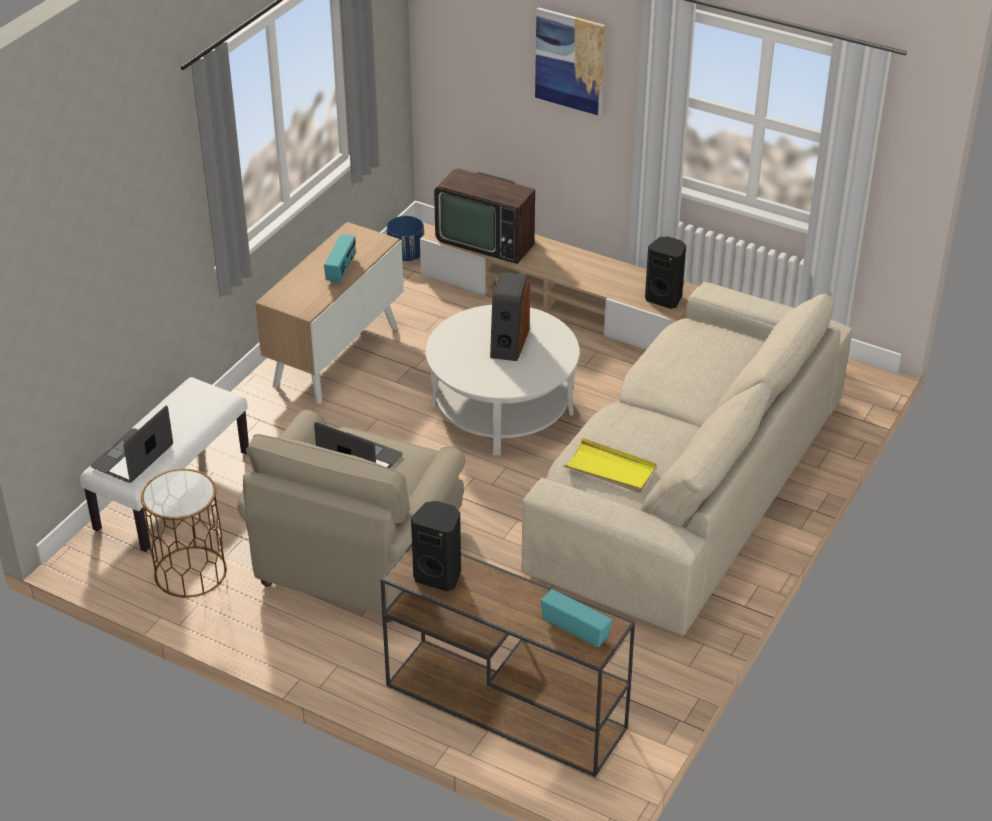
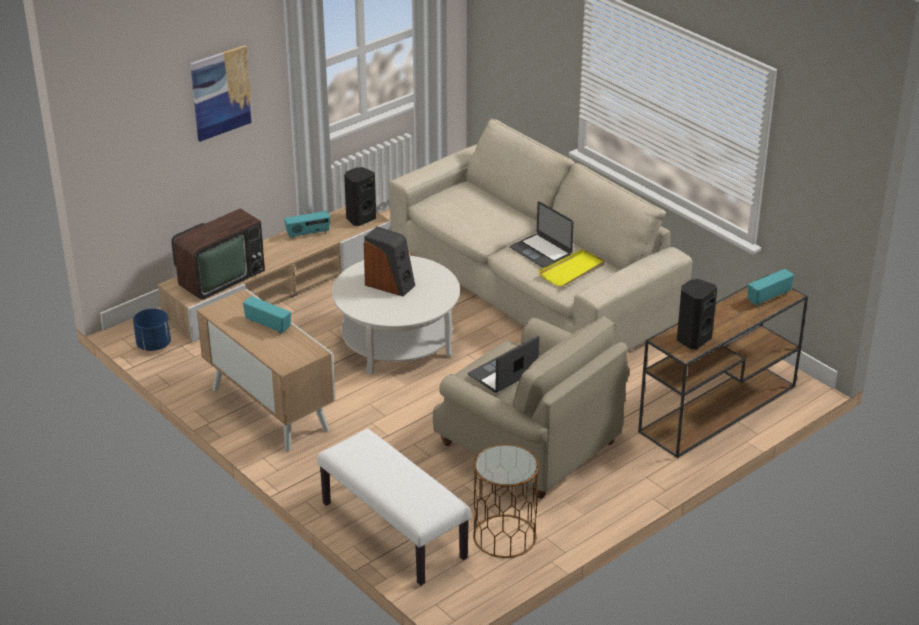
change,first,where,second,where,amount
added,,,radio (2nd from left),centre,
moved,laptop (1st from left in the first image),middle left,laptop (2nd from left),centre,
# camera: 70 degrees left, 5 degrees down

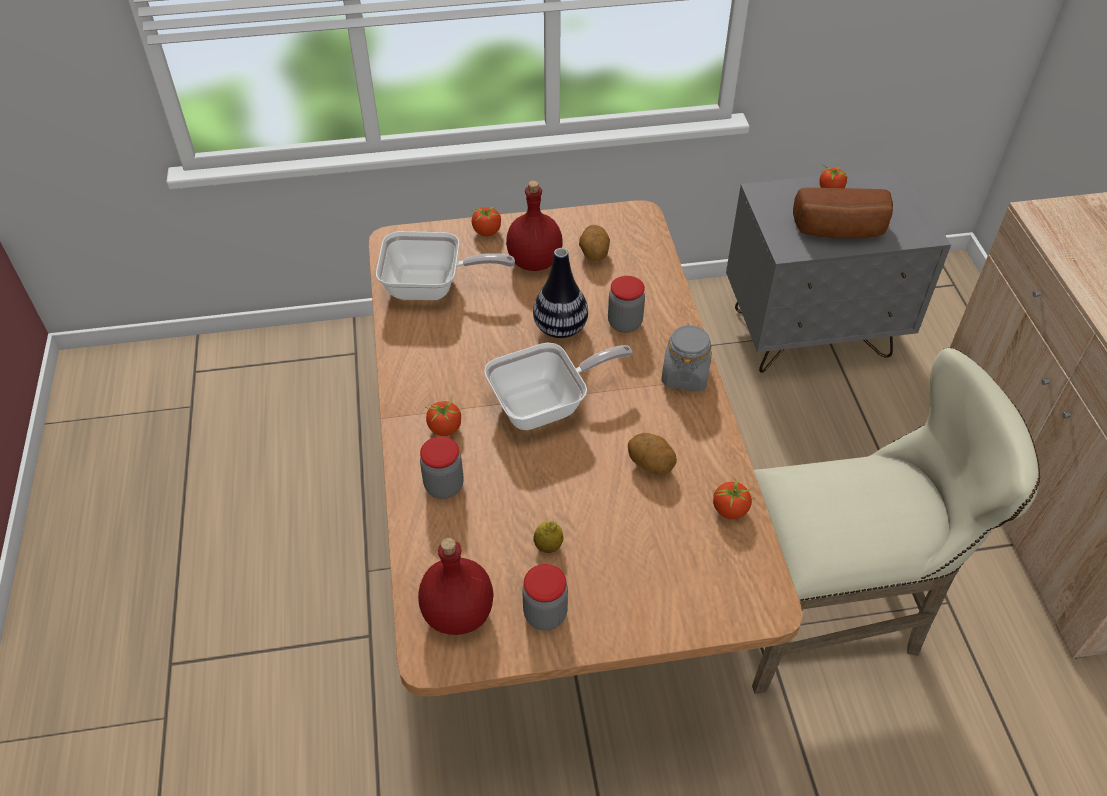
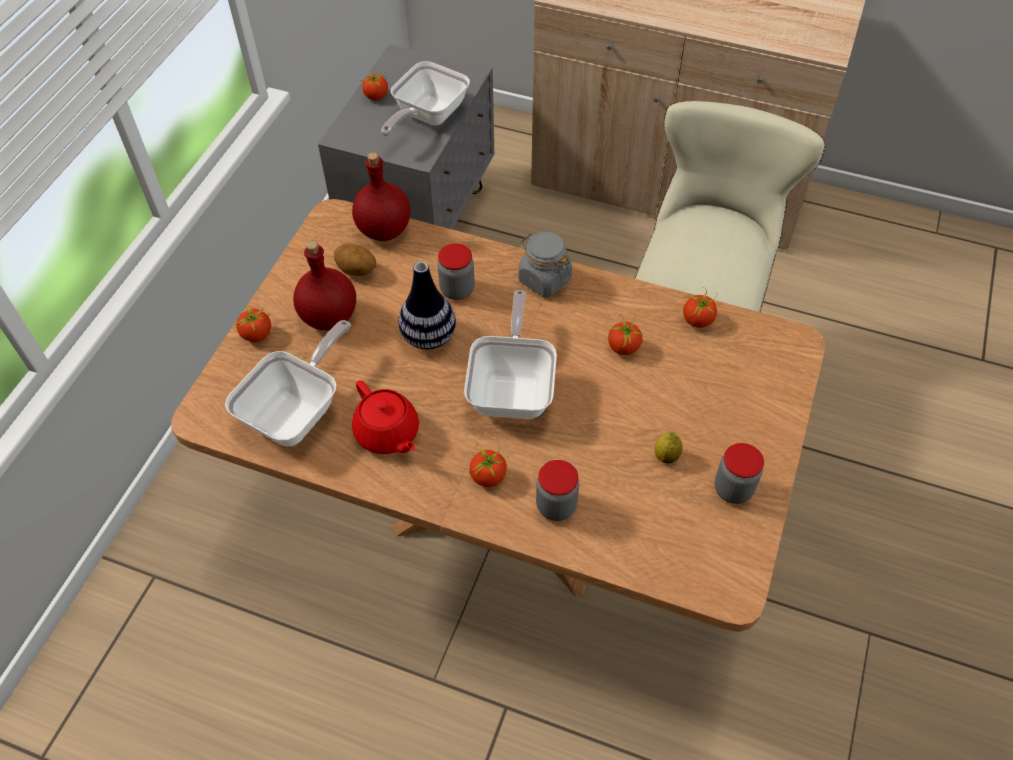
change,first,where,second,where,amount
added,,,red teapot,centre,
moved,red bottle (1st from left in the first image),bottom centre,red bottle (2nd from left),top centre,
replaced,potato (2nd from left),centre,tomato (4th from left),centre,
replaced,bread,top right,frying pan (2nd from left),top centre,
# camera: 60 degrees left, 5 degrees up

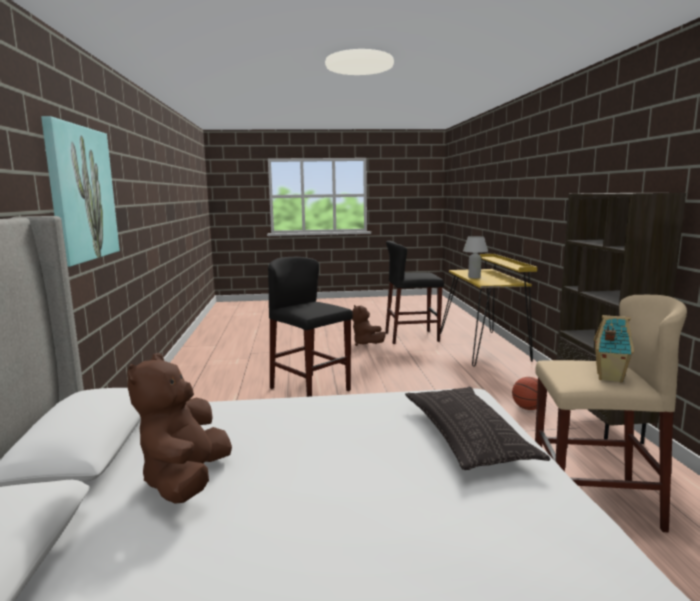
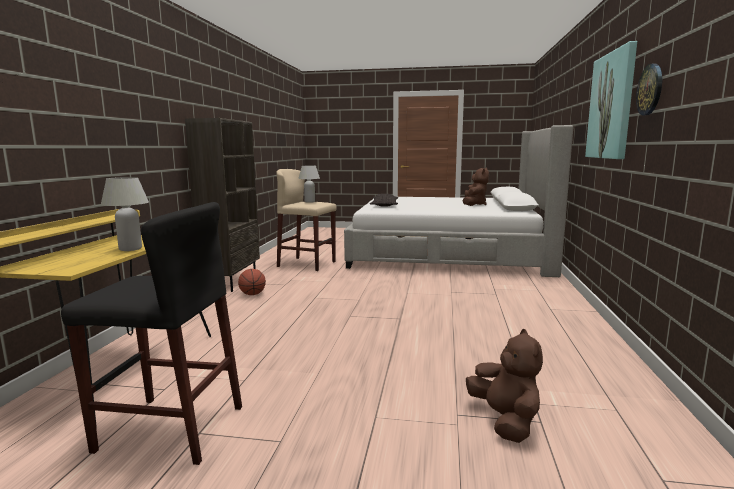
change,first,where,second,where,amount
removed,black stool (1st from left),centre,,,
added,,,wall clock,top right,
moved,brown plush toy (2nd from left),centre,,bottom right,
replaced,toy house,middle right,white table lamp (2nd from left),centre,
# camera: 165 degrees left, 0 degrees up

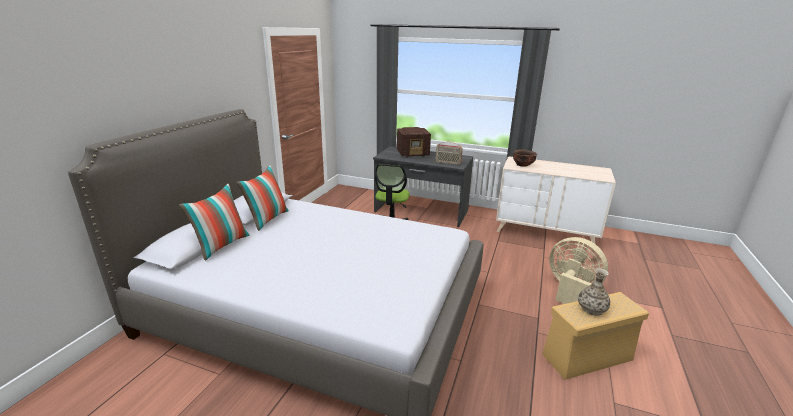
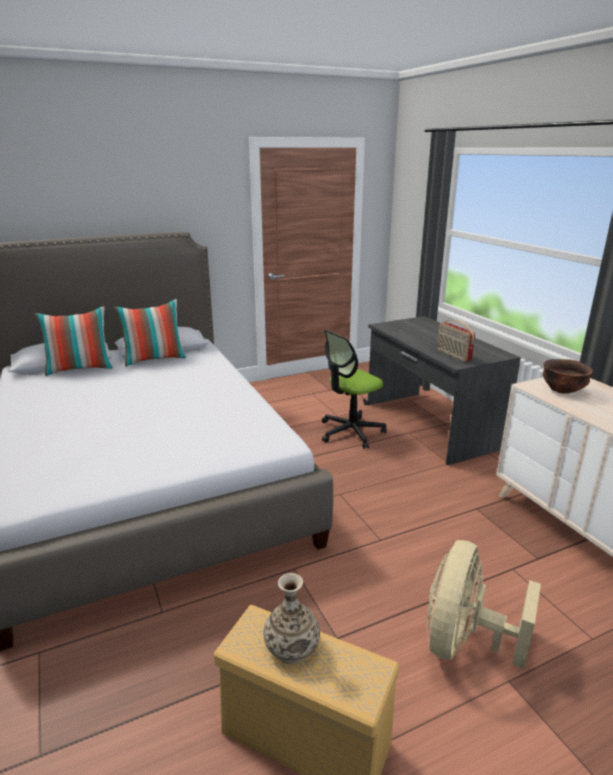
change,first,where,second,where,amount
removed,radio (1st from left),centre,,,
turned,beige fan,middle right,,bottom right,150 degrees counterclockwise
# camera: 45 degrees right, 0 degrees up

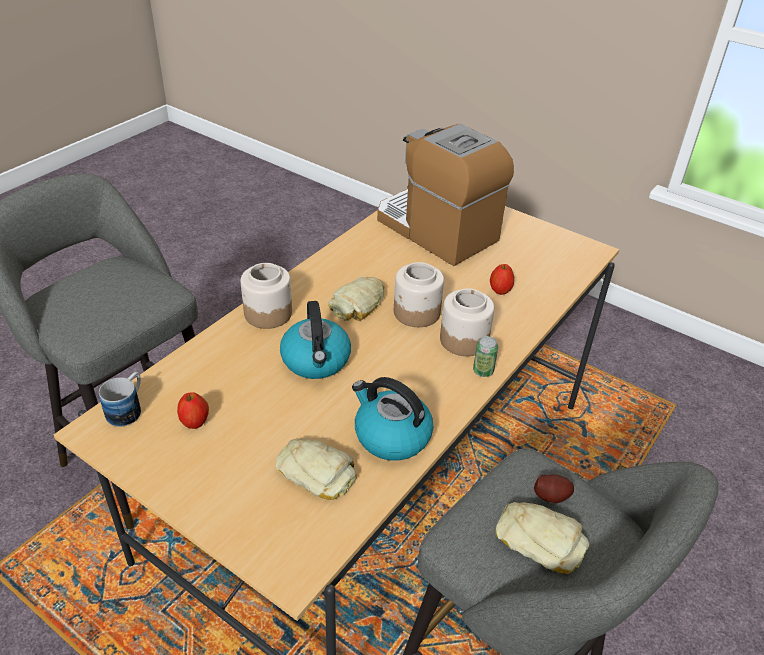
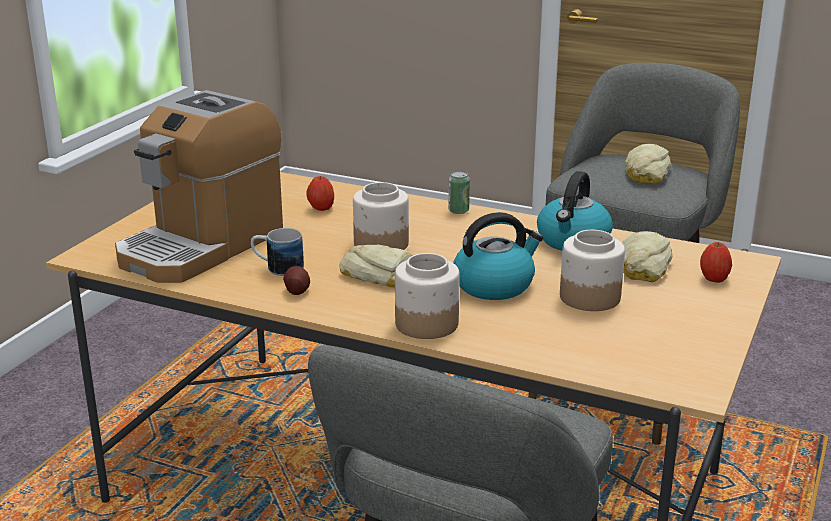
change,first,where,second,where,amount
moved,mug,middle left,,centre,
moved,apple (1st from left in the first image),middle left,apple (2nd from left),middle right,
moved,jar (3rd from left),centre,,middle right,
moved,potato,bottom right,,centre,
# camera: 100 degrees left, 15 degrees down

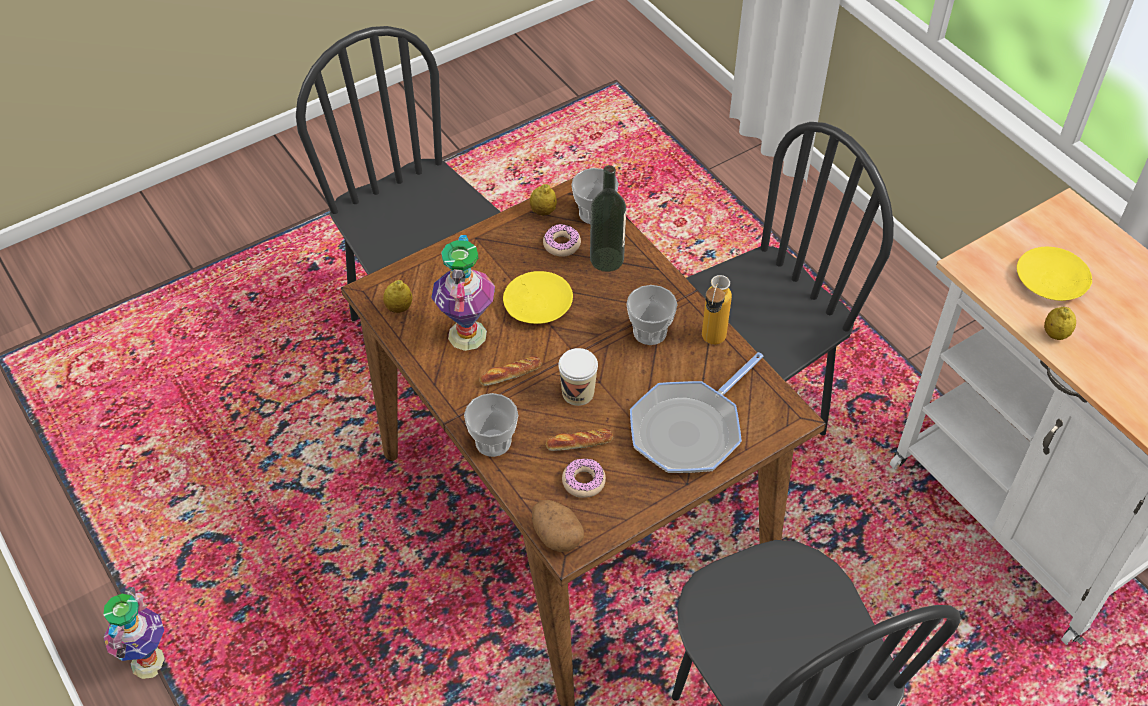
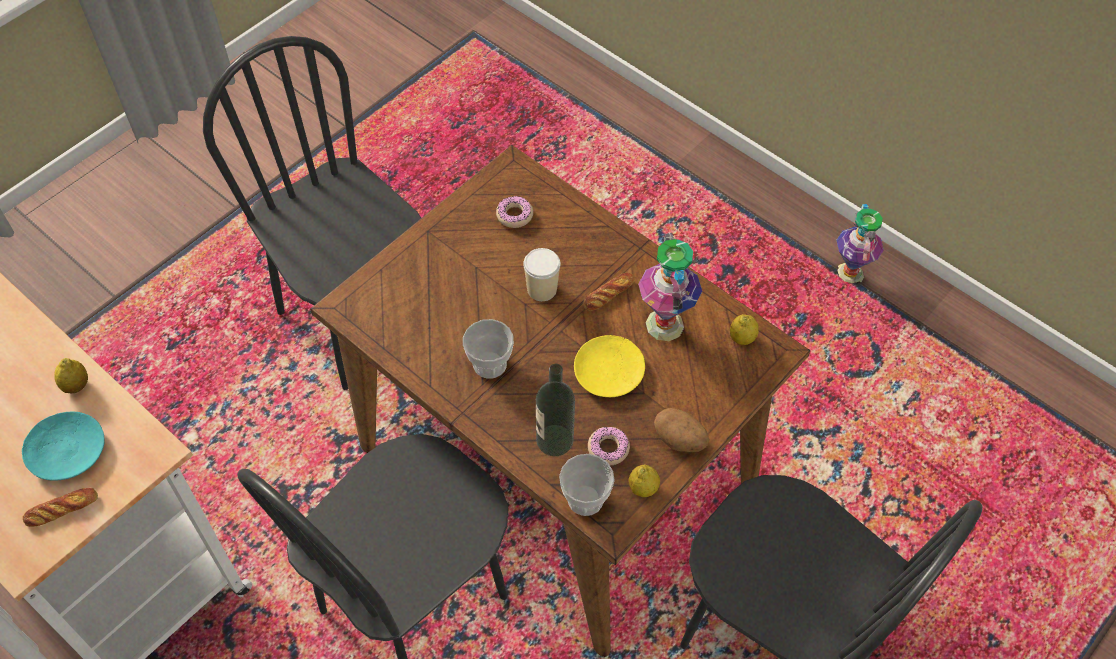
change,first,where,second,where,amount
removed,cup (1st from left),centre,,,
removed,frying pan,centre,,,
removed,bottle (2nd from left),centre,,,
moved,potato,bottom centre,,centre,
moved,bread (2nd from left in the first image),centre,bread (1st from left),bottom left,
recoloured,yellow plate (2nd from left),middle right,turquoise plate,bottom left,
# camera: 165 degrees right, 5 degrees up

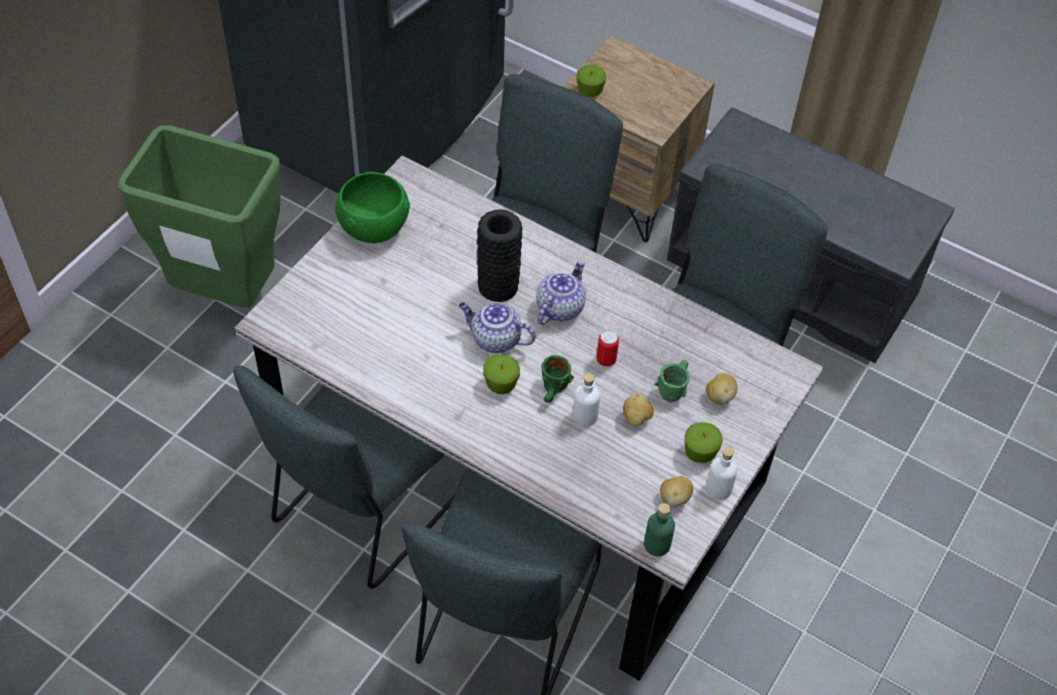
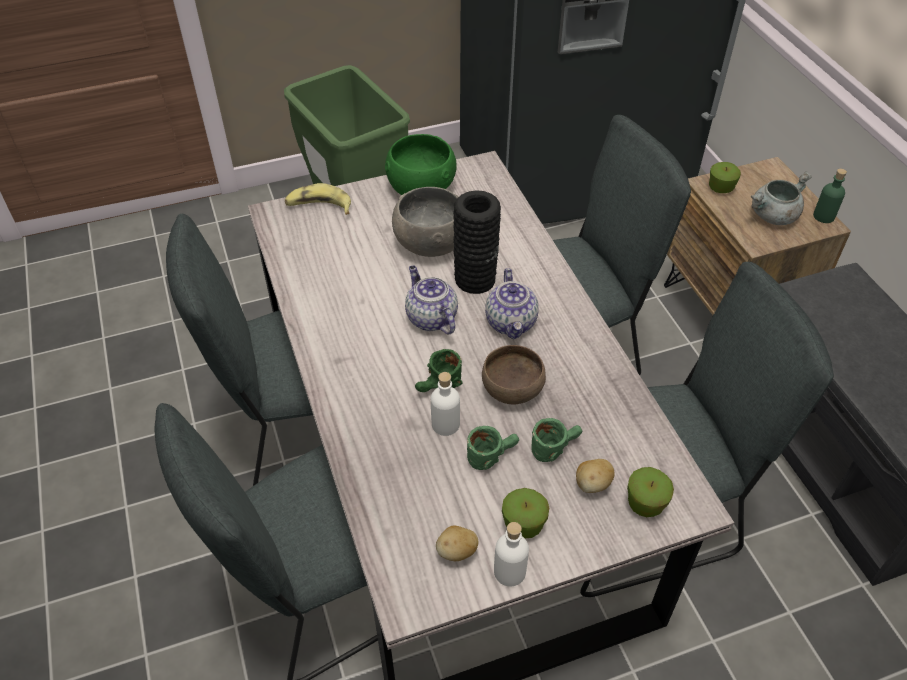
change,first,where,second,where,amount
added,,,banana,top centre,
added,,,grey bowl,top centre,
added,,,grey cooking pot,top right,
moved,apple (1st from left in the first image),centre,apple (2nd from left),bottom right,
moved,green bottle,bottom centre,,top right,
replaced,can,centre,brown bowl,centre,
replaced,potato (1st from left),centre,green mug (2nd from left),centre,
turned,teapot (2nd from left),centre,,centre,105 degrees clockwise
# camera: 40 degrees right, 5 degrees down

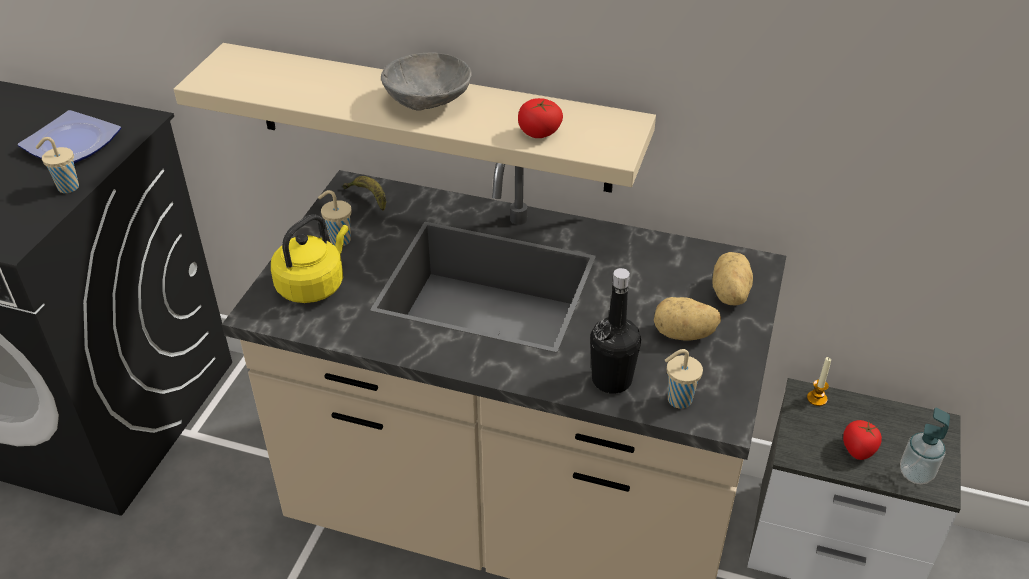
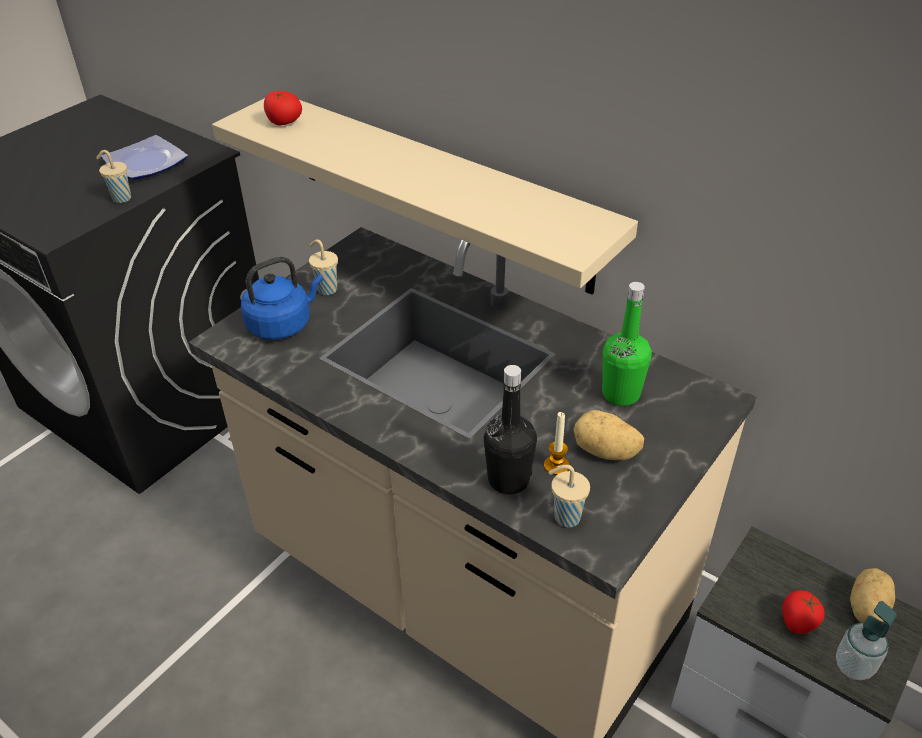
change,first,where,second,where,amount
removed,banana,centre,,,
removed,grey bowl,top centre,,,
added,,,green bottle,middle right,
moved,tomato (1st from left),top centre,,top left,
moved,potato (2nd from left),middle right,,bottom right,
moved,candle,middle right,,centre,
recoloured,yellow kettle,middle left,blue kettle,middle left,
# camera: 20 degrees right, 0 degrees up

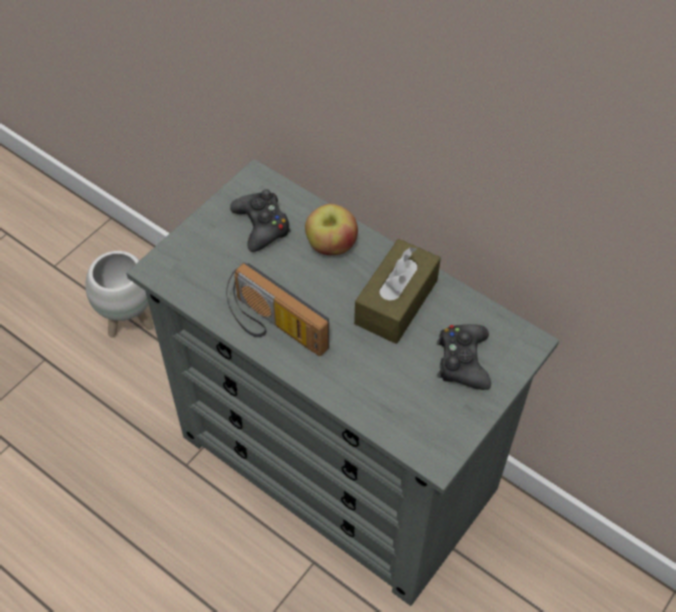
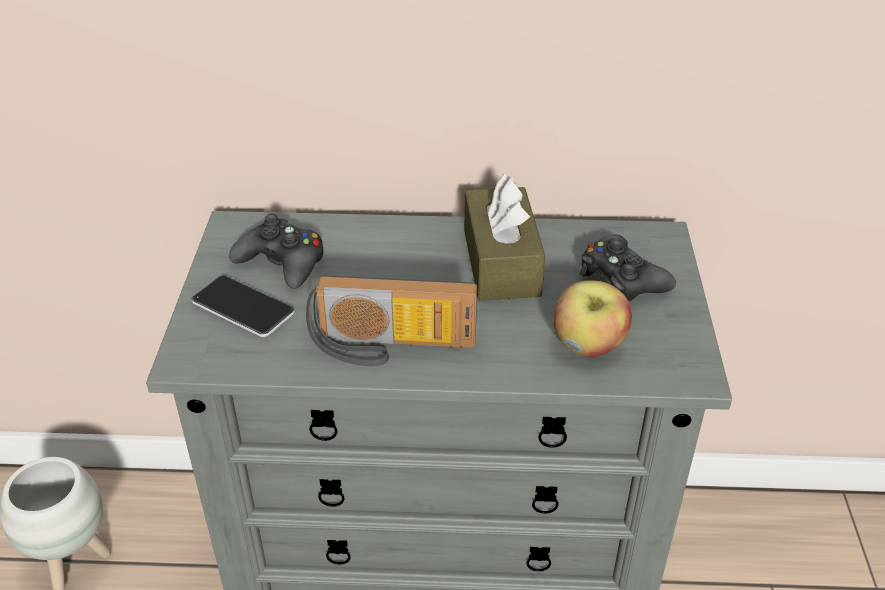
change,first,where,second,where,amount
added,,,phone,middle left,
moved,apple,centre,,middle right,
# camera: 35 degrees left, 15 degrees down

